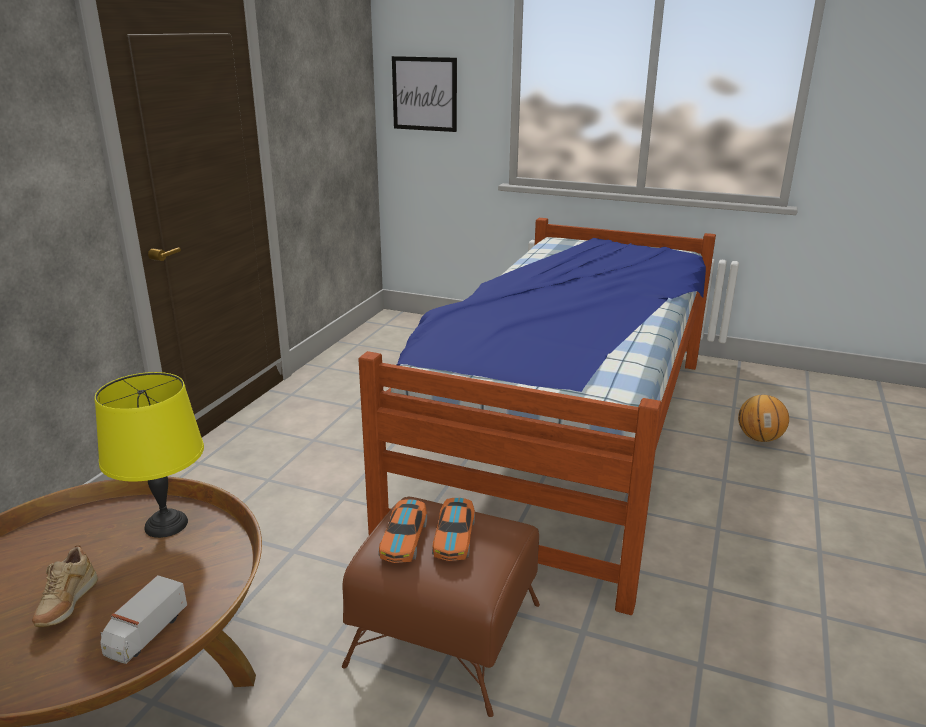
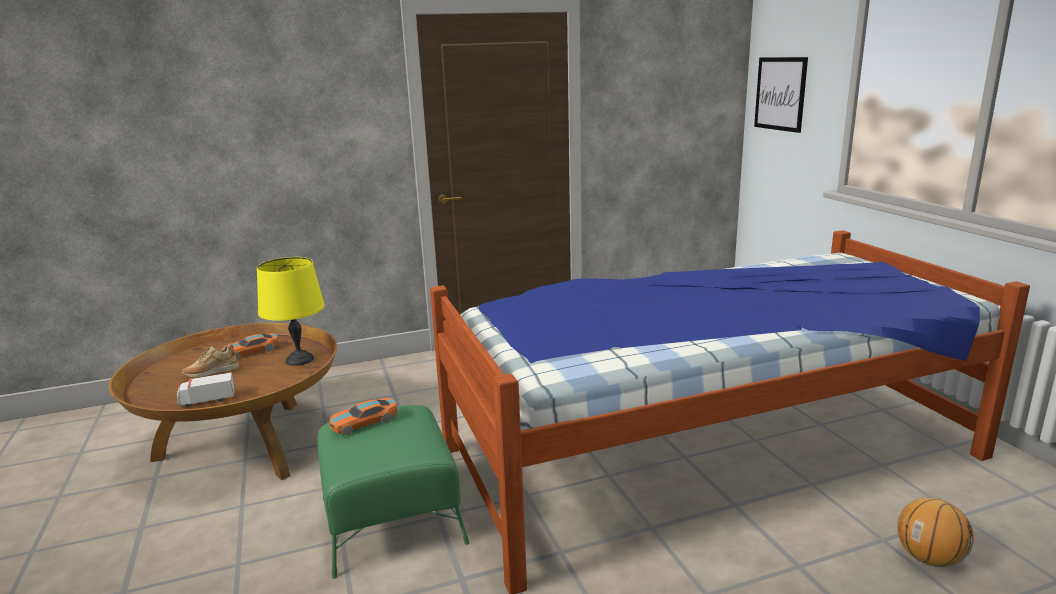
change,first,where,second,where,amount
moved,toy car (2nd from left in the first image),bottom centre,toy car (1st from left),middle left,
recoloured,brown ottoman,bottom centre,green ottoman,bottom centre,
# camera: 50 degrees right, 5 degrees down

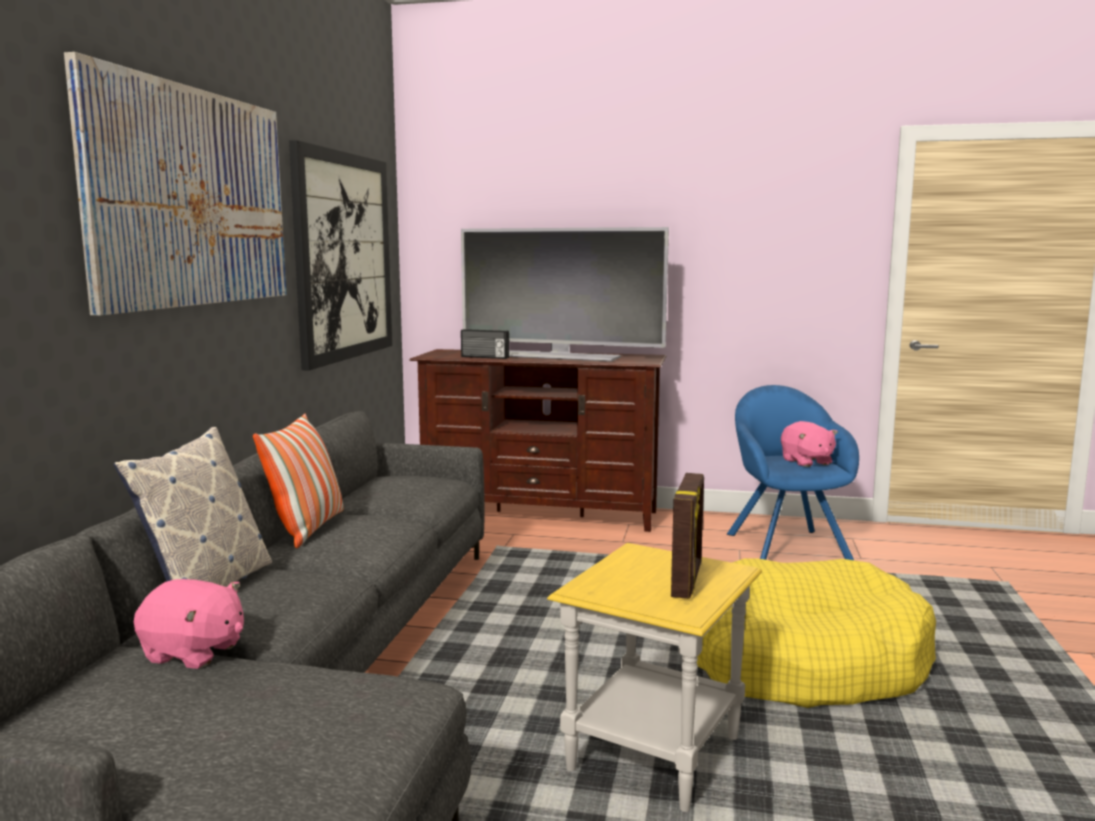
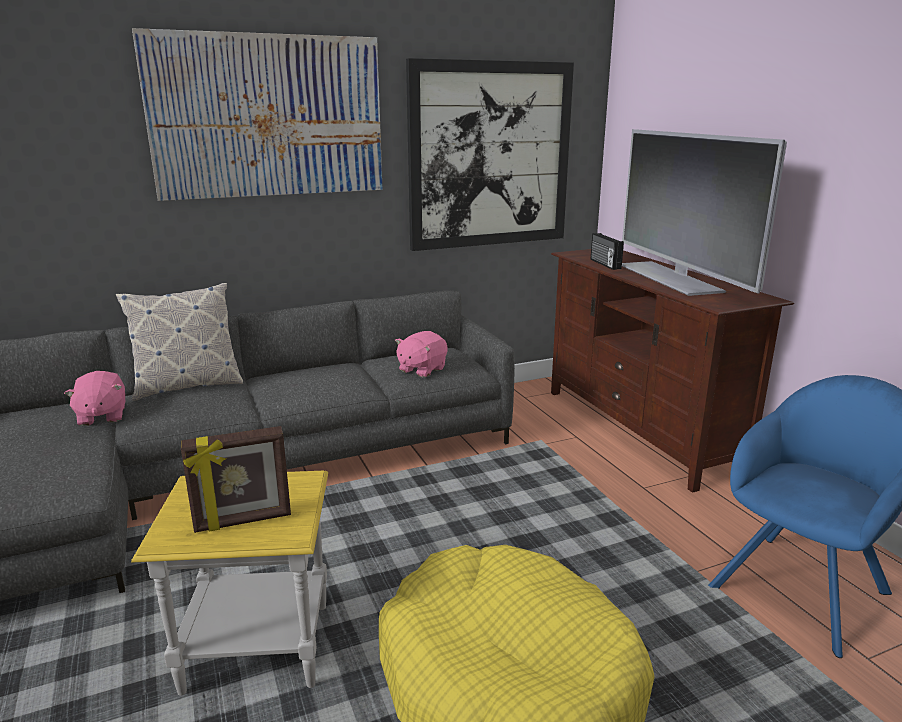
change,first,where,second,where,amount
removed,pillow (2nd from left),middle left,,,
moved,pink plush toy (2nd from left),middle right,,centre,
# camera: 55 degrees right, 10 degrees up

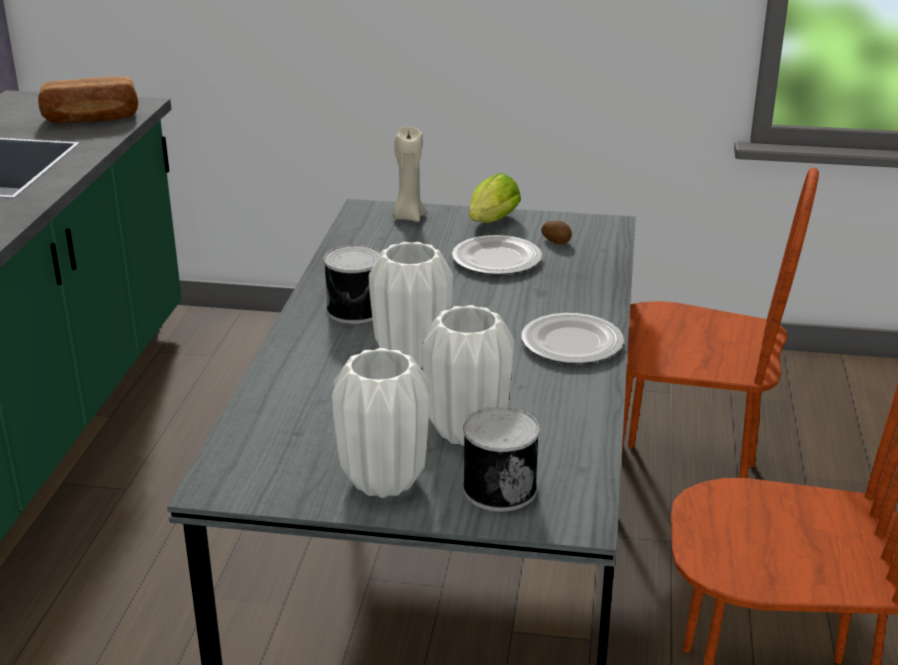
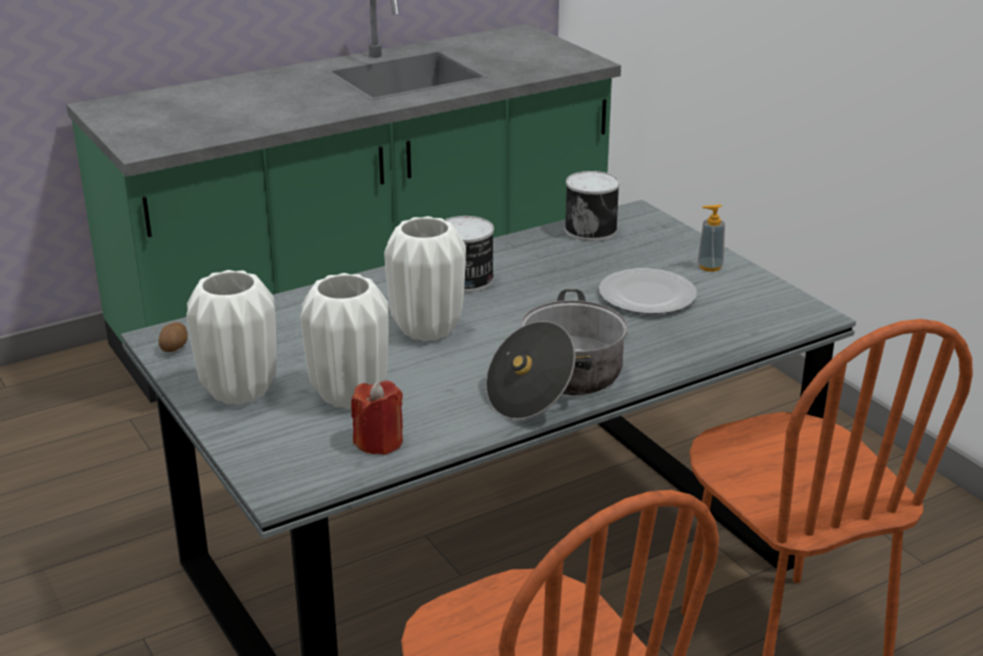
change,first,where,second,where,amount
removed,bread,top left,,,
removed,beige candle,top centre,,,
added,,,red candle,centre,
moved,can (2nd from left),bottom centre,,top centre,
moved,potato,centre,,middle left,
replaced,lettuce,top centre,soap dispenser,middle right,
replaced,plate (2nd from left),centre,cooking pot,centre,
# camera: 50 degrees right, 0 degrees up

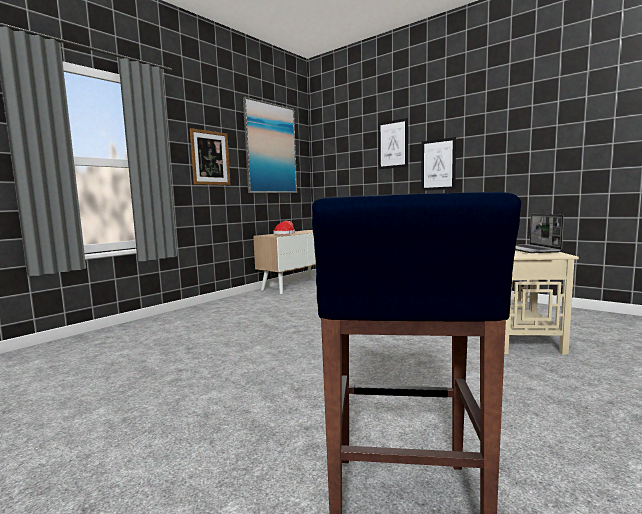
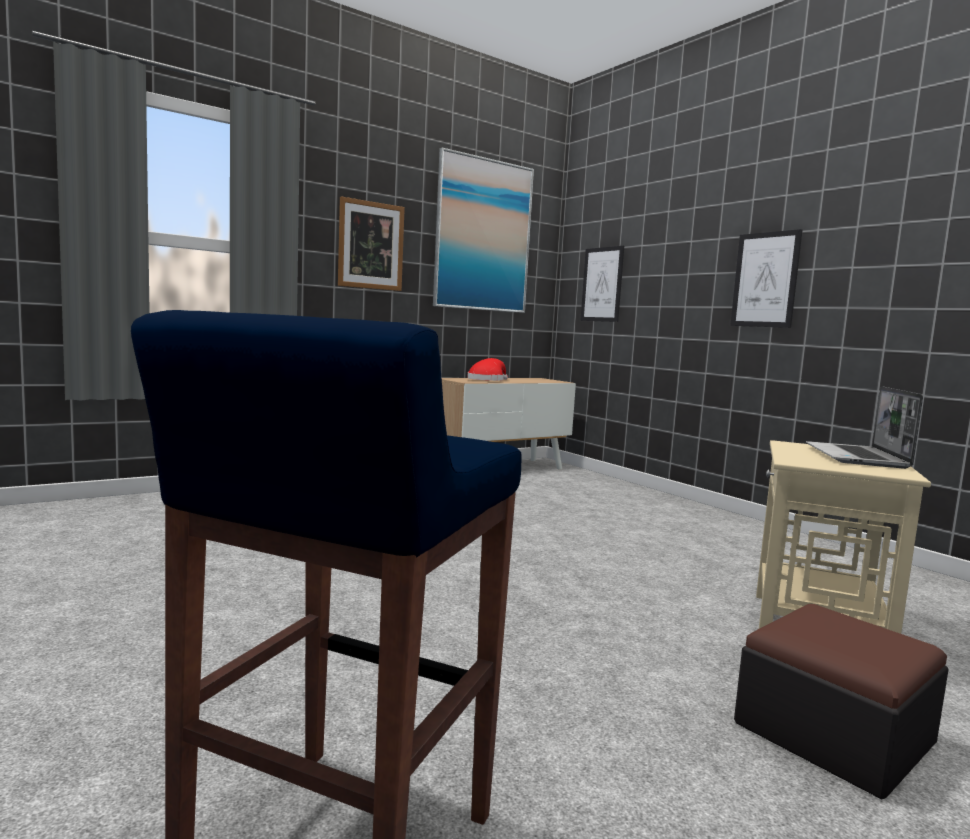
change,first,where,second,where,amount
added,,,ottoman,bottom right,
moved,picture (3rd from left),top centre,,centre,
# camera: 15 degrees right, 0 degrees up

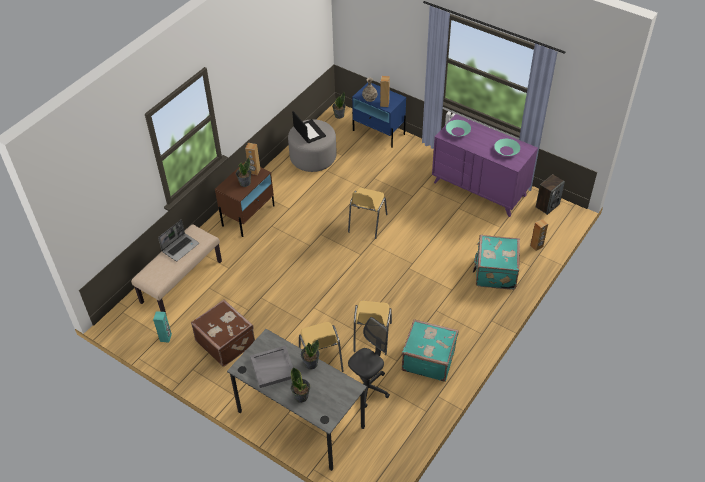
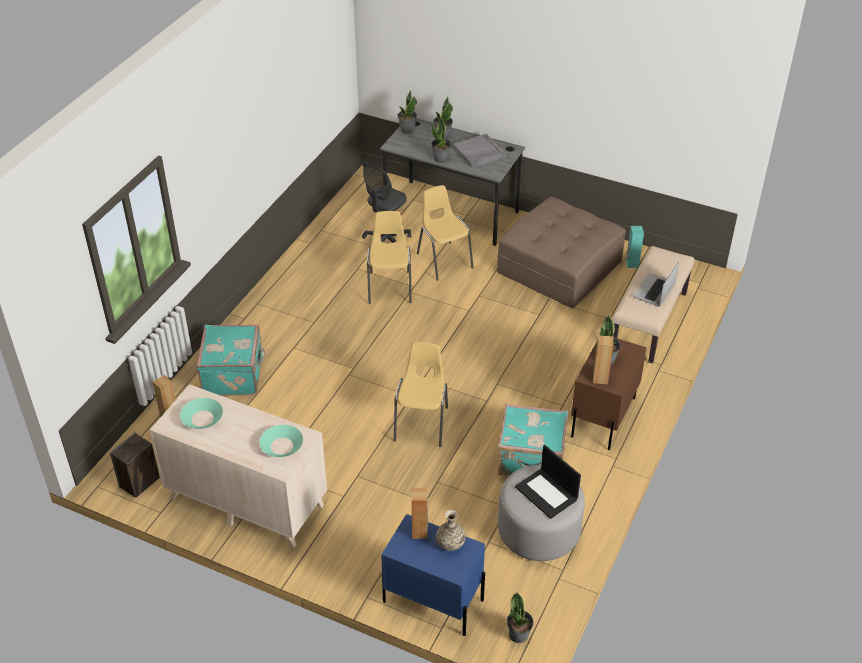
change,first,where,second,where,amount
added,,,potted plant (1st from left),top centre,
moved,turquoise suitcase (1st from left in the first image),bottom centre,turquoise suitcase (2nd from left),centre,
replaced,brown suitcase,bottom left,brown ottoman,centre,
recoloured,purple dresser,middle right,beige dresser,bottom left,
# camera: 170 degrees right, 5 degrees down

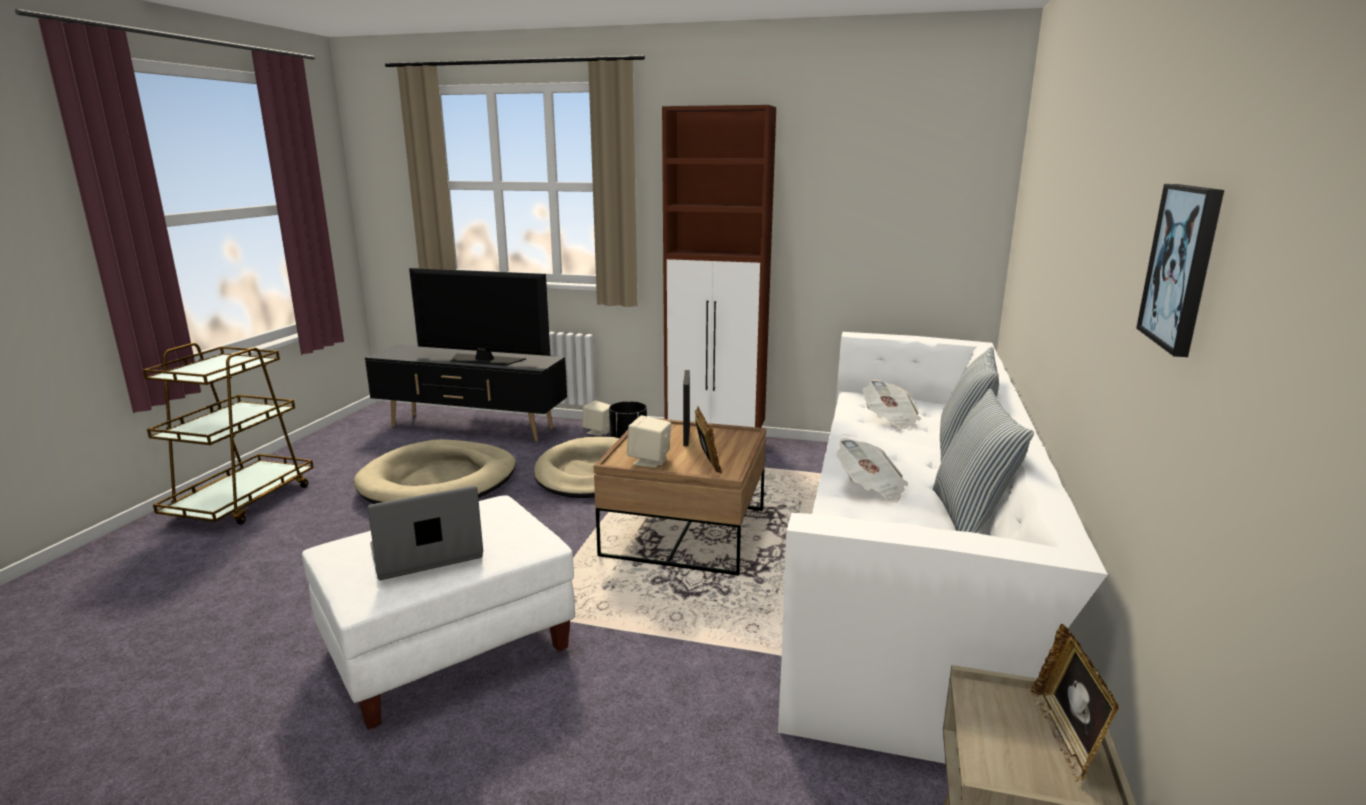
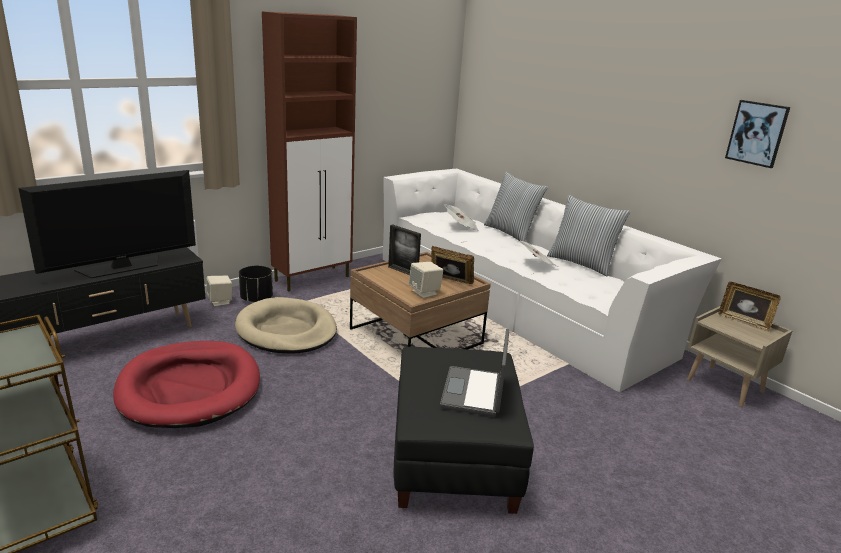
change,first,where,second,where,amount
recoloured,white ottoman,bottom left,black ottoman,bottom centre,
recoloured,beige dog bed (1st from left),middle left,red dog bed,bottom left,
# camera: 55 degrees left, 5 degrees up

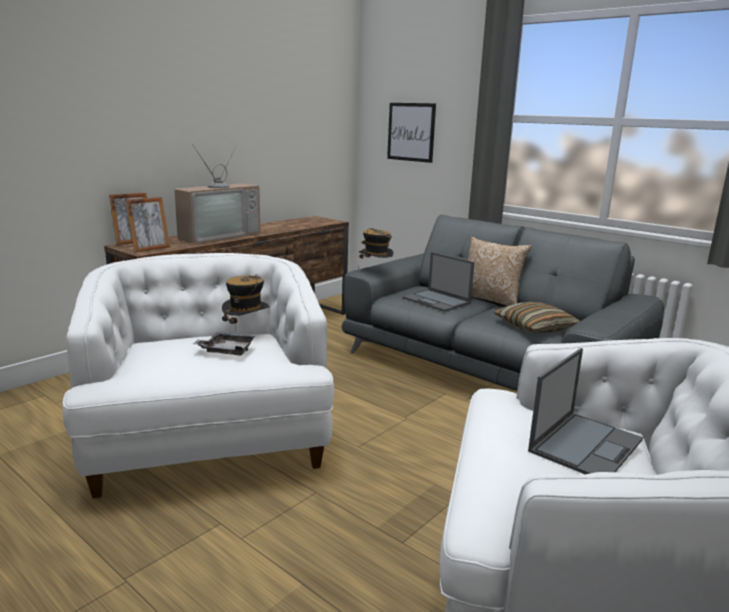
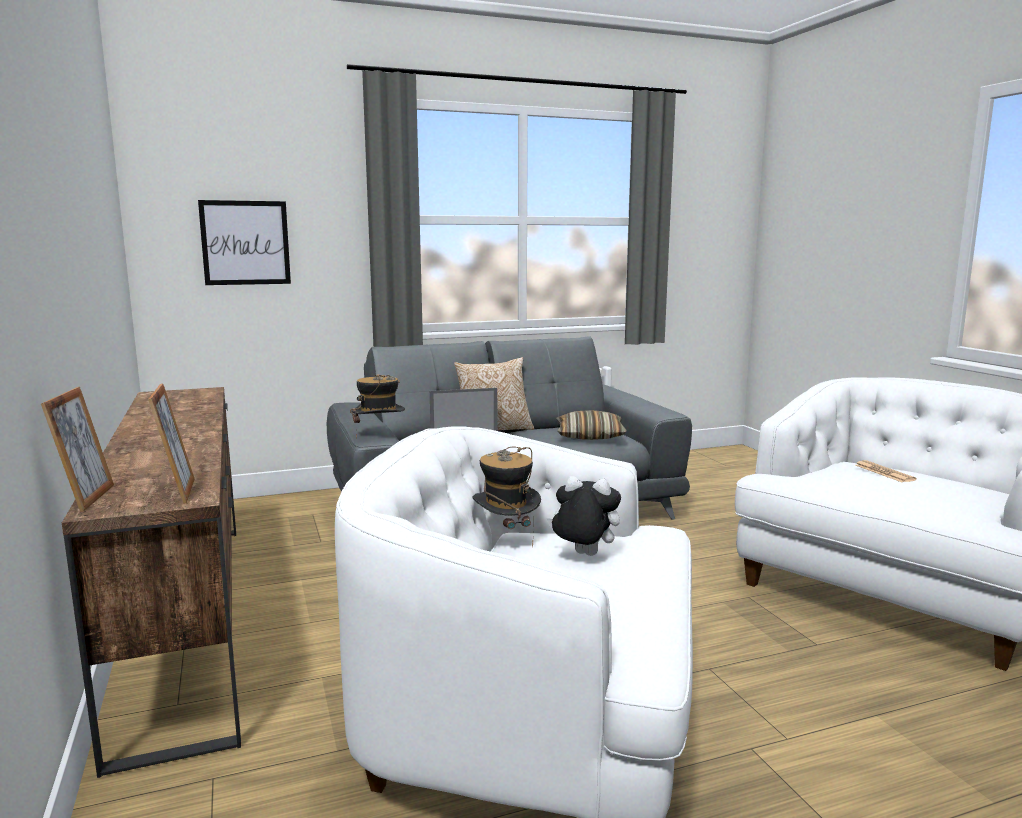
change,first,where,second,where,amount
removed,television,top left,,,
replaced,grey tray,middle left,plush toy,centre,
replaced,laptop (2nd from left),bottom right,newspaper,middle right,
# camera: 60 degrees left, 5 degrees down

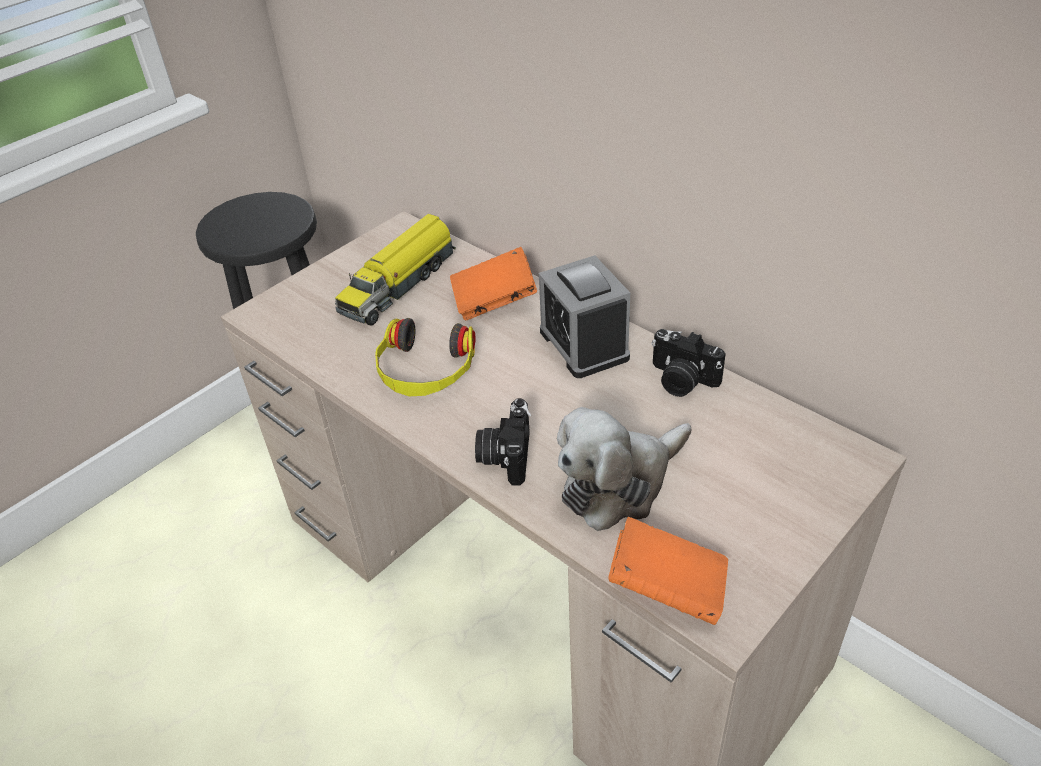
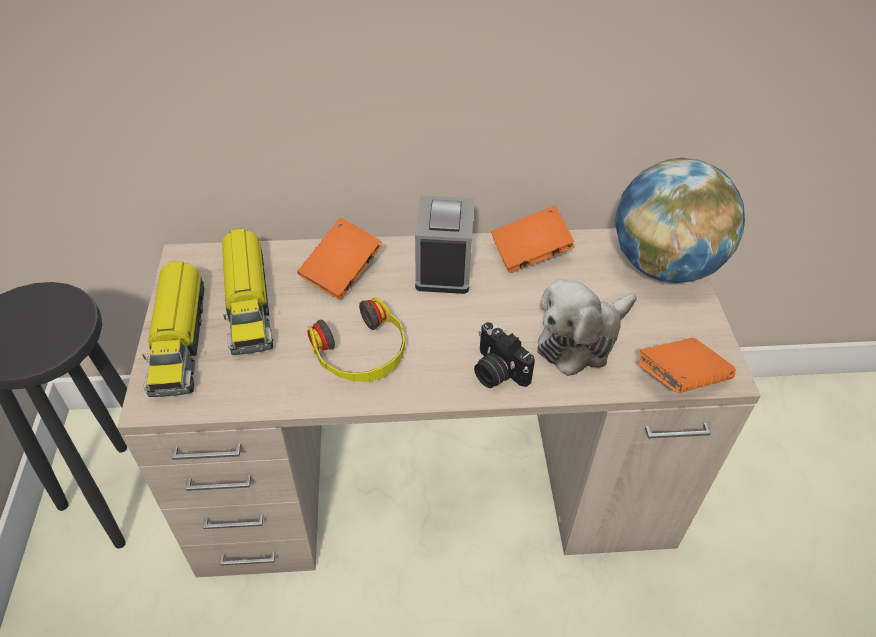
change,first,where,second,where,amount
added,,,toy truck (1st from left),middle left,
added,,,globe,middle right,
replaced,photo camera (2nd from left),centre,orange book (2nd from left),centre,
turned,alarm clock,centre,,centre,105 degrees counterclockwise
turned,plush toy,centre,,middle right,45 degrees clockwise
# camera: 50 degrees left, 5 degrees up

